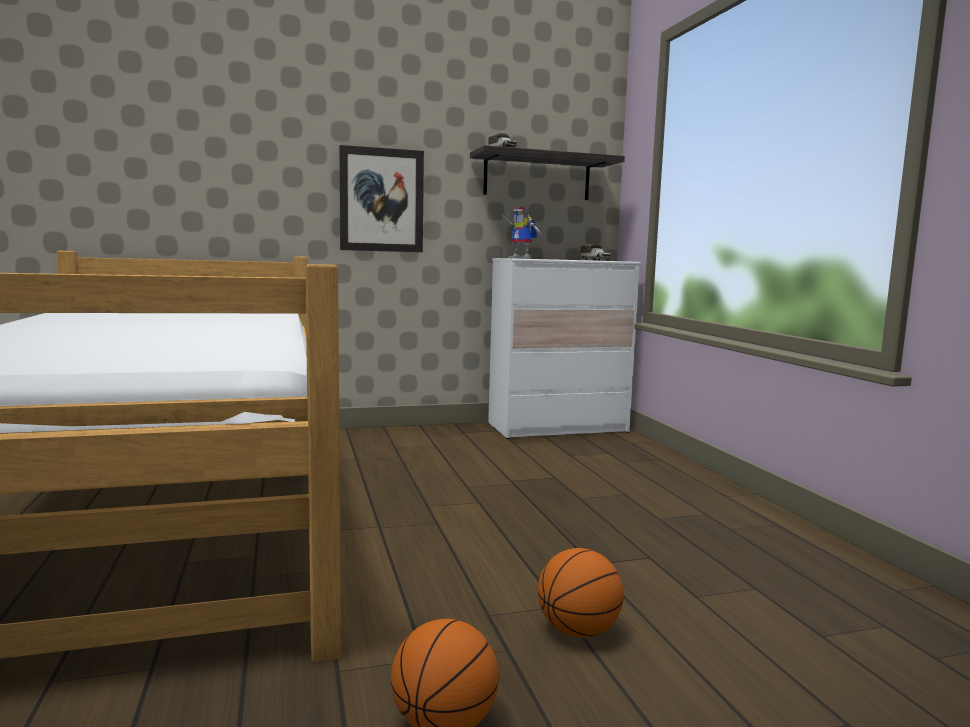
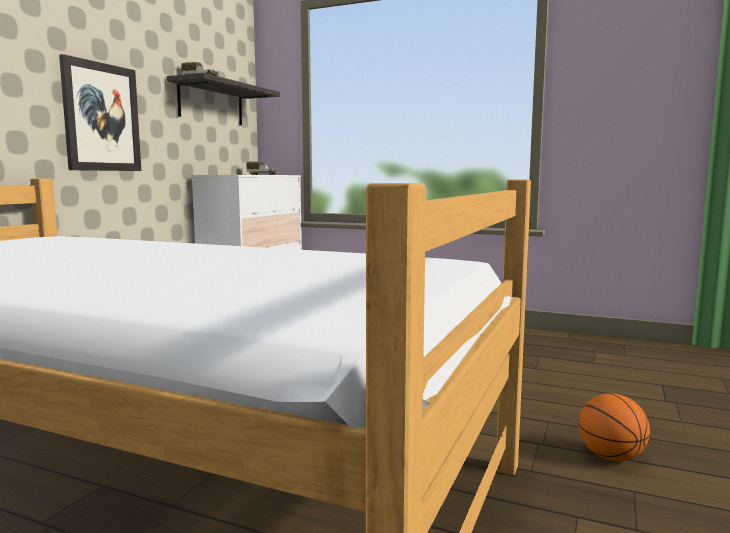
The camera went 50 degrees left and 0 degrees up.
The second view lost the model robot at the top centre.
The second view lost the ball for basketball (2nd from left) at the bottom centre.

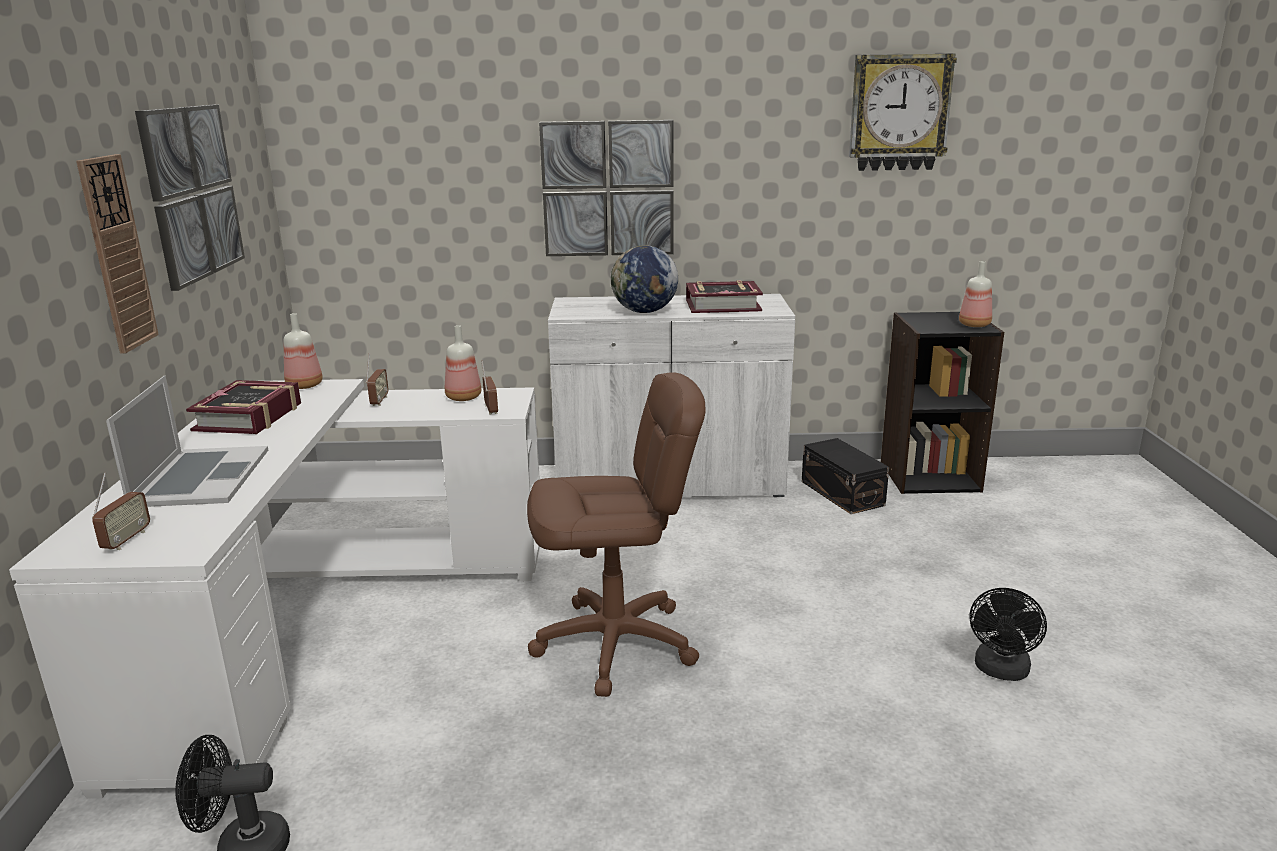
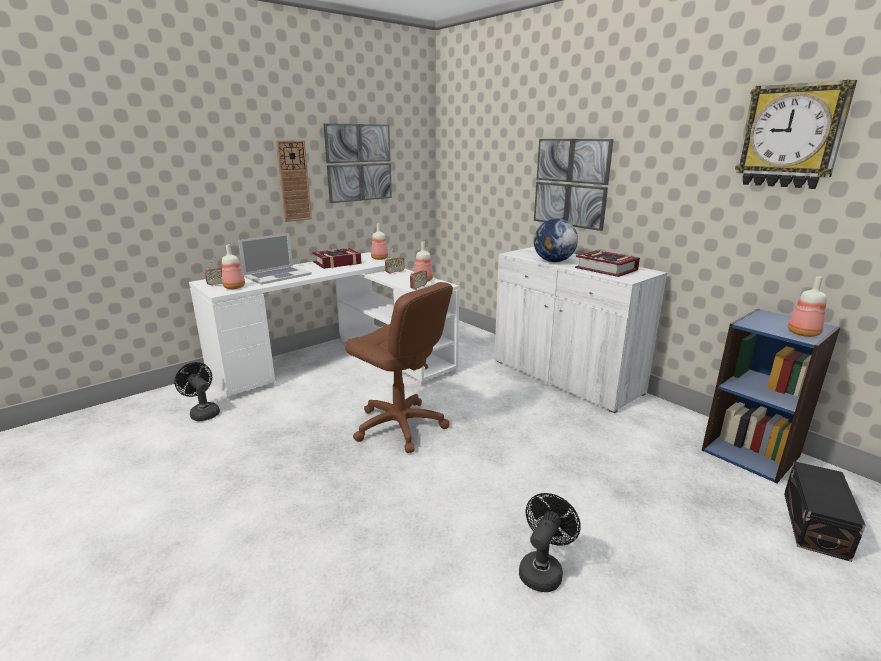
The camera went 50 degrees right and 0 degrees up.
The second view gained the beverage bottle (1st from left) at the middle left.
The storage box/black ended up elsewhere, having gone from the centre to the bottom right.
What was the bookcase/black at the middle right turned into the bookcase/blue at the middle right.
The cooling fan/black (2nd from left) at the bottom right ended up facing another way, 135 degrees clockwise from before.

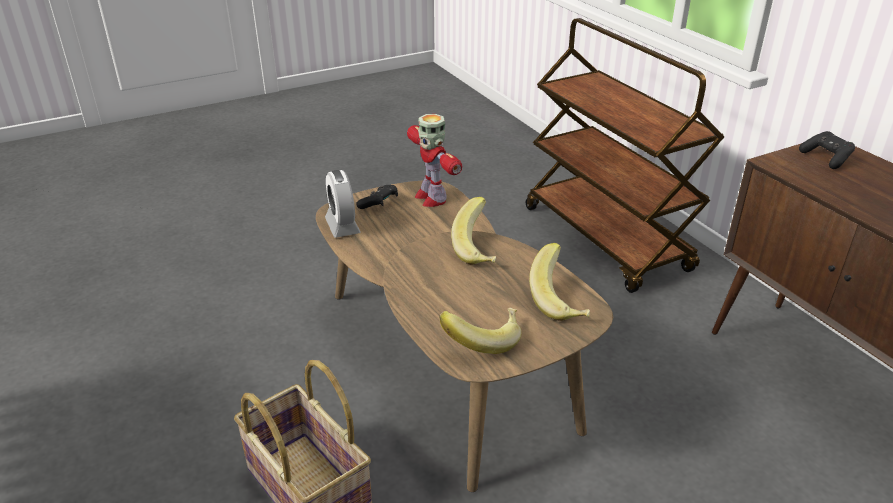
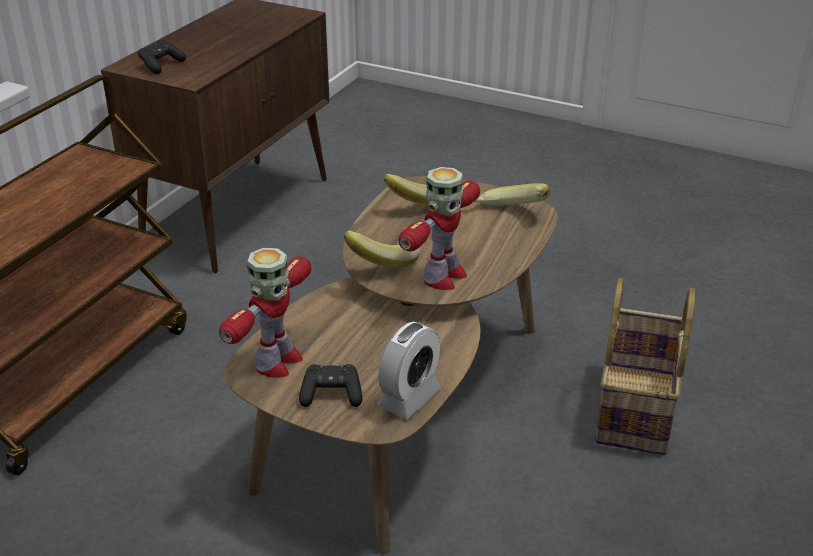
The camera went 125 degrees left and 0 degrees up.
The second view gained the model robot (2nd from left) at the centre.

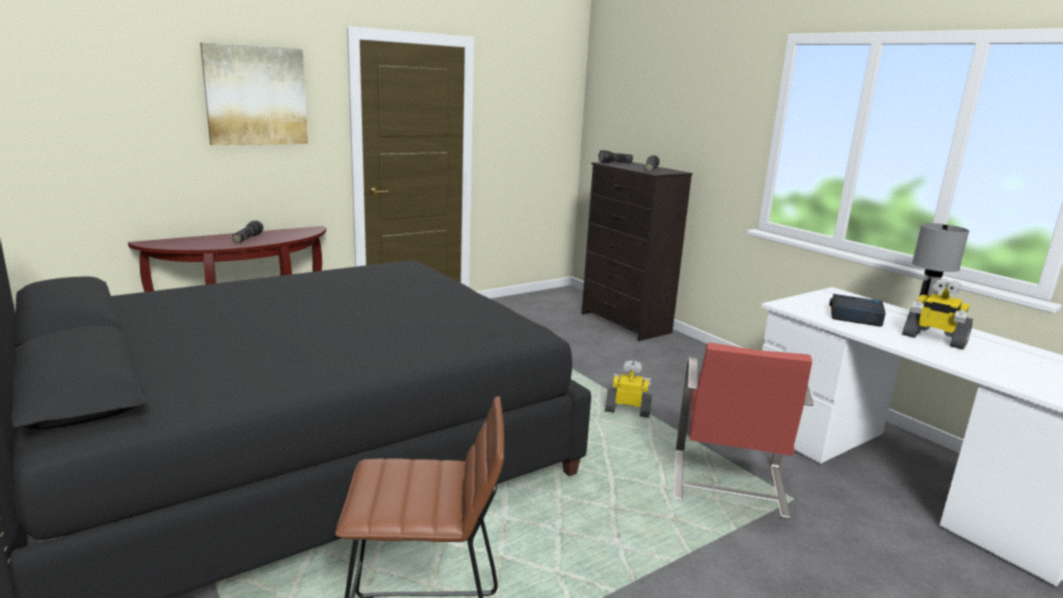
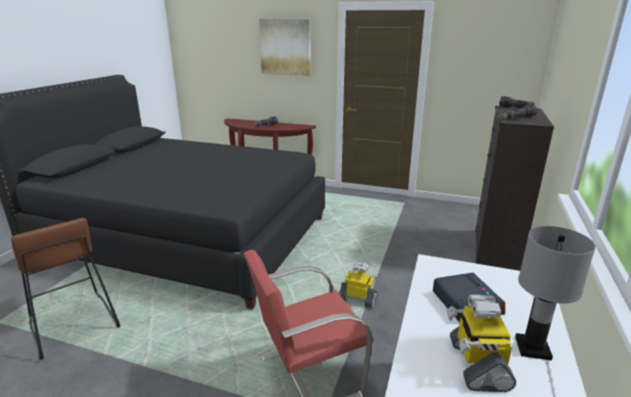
The camera went 55 degrees right and 5 degrees up.
The model robot (1st from left) at the centre ended up facing another way, 45 degrees counterclockwise from before.

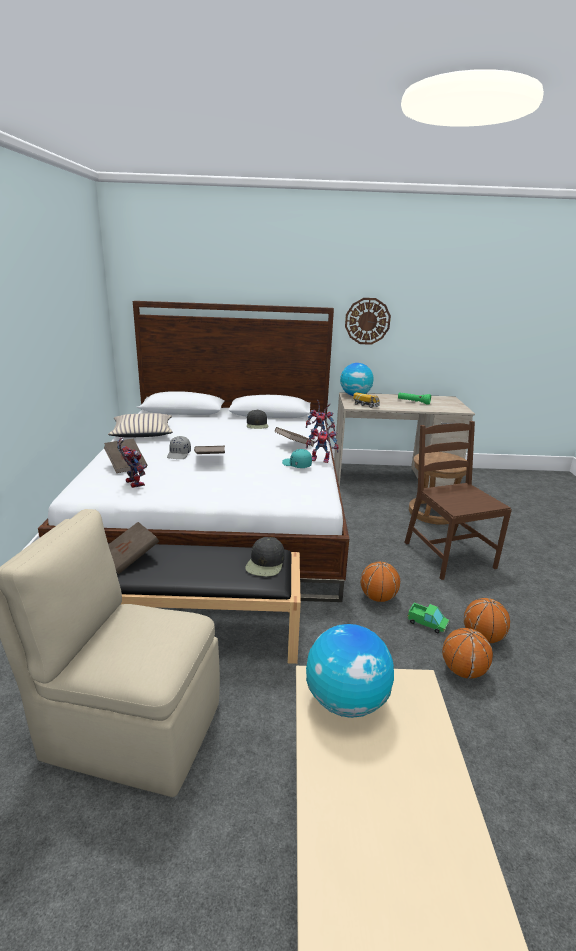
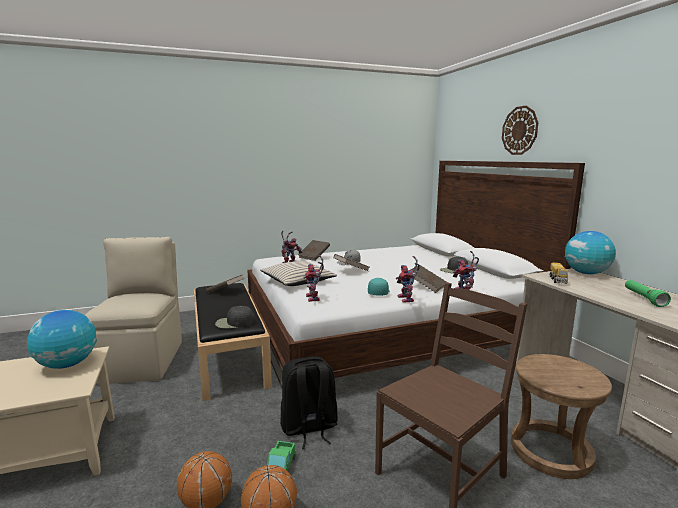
The camera went 70 degrees right and 10 degrees down.
The second view gained the model robot (2nd from left) at the centre.
The cushion/beige-coloured ended up elsewhere, having gone from the middle left to the centre.
The wall clock ended up elsewhere, having gone from the centre to the top right.
Where the ball for basketball (1st from left) stood at the centre, the backpack/black came to stand at the bottom centre.

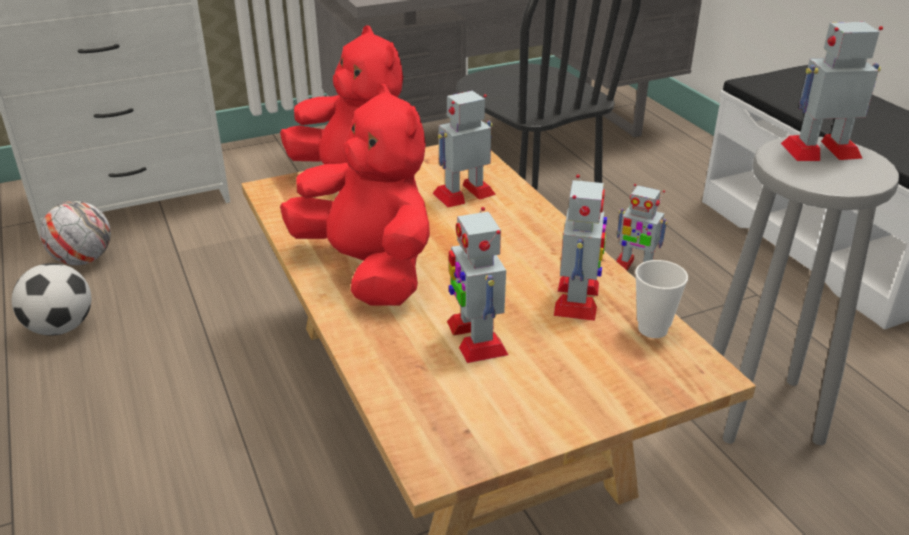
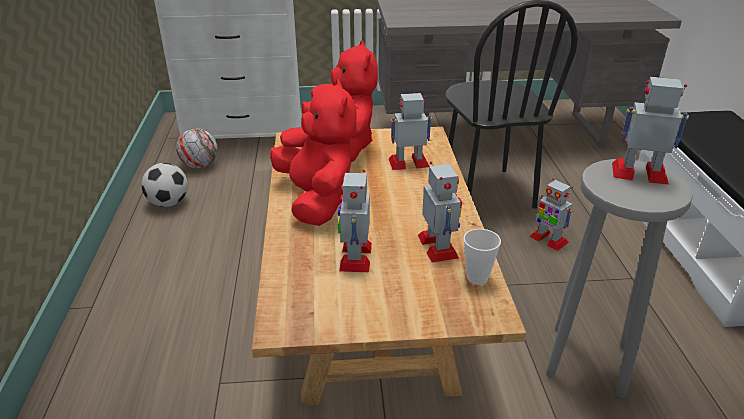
The camera went 20 degrees right and 0 degrees up.
The model robot (3rd from left) at the centre ended up facing another way, 45 degrees counterclockwise from before.

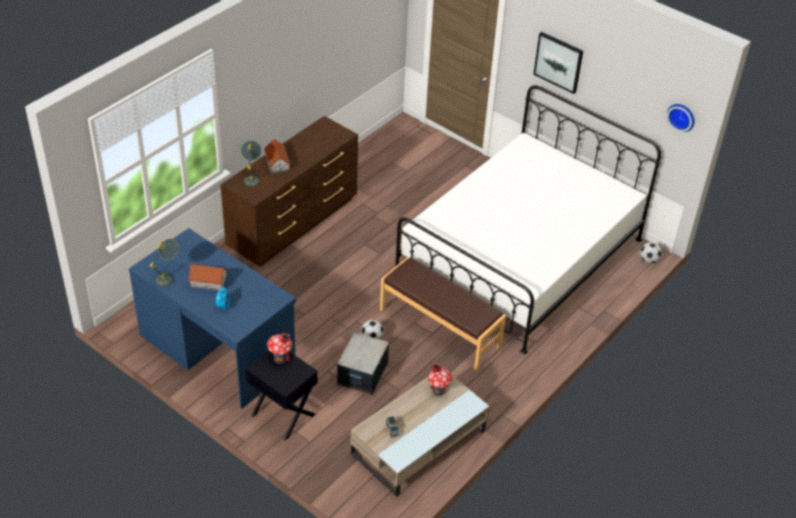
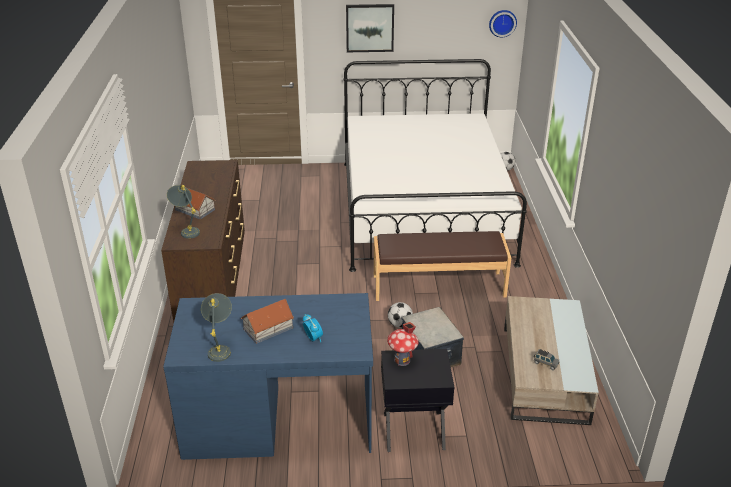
The camera went 40 degrees left and 10 degrees down.
The second view lost the toy house (4th from left) at the bottom centre.

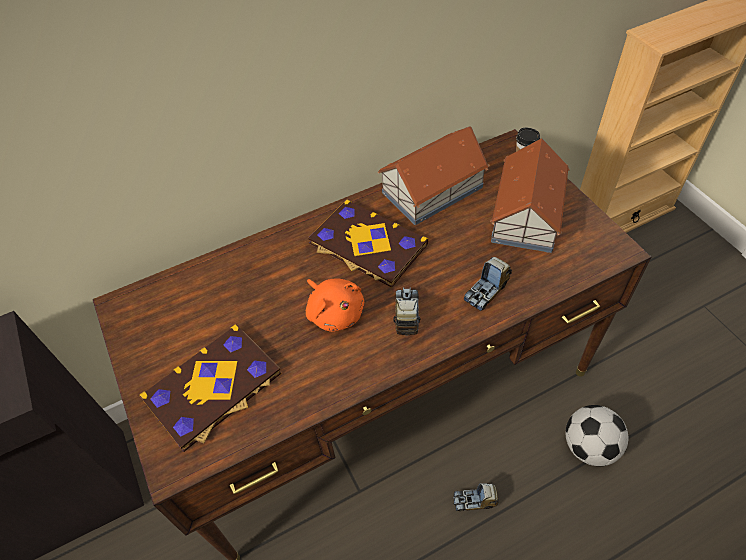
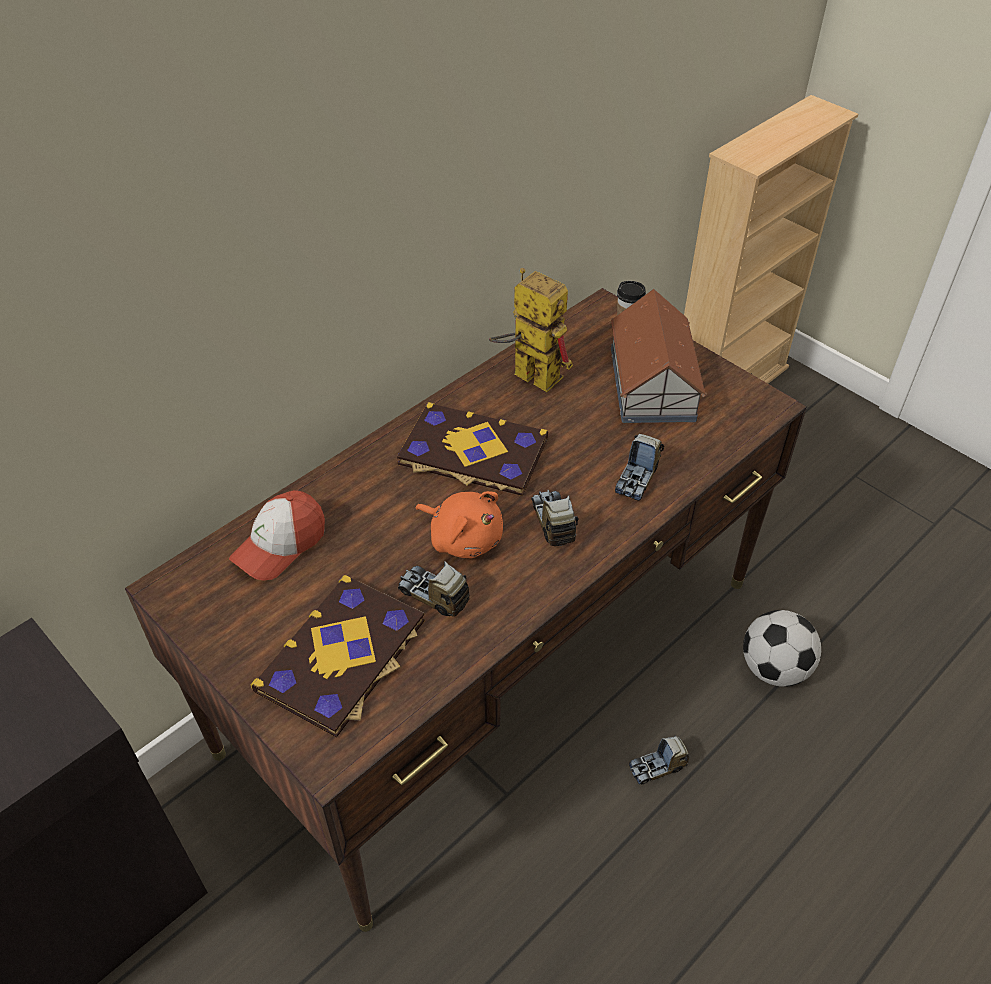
The camera went 20 degrees left and 5 degrees down.
The second view gained the baseball cap at the middle left.
The second view gained the model truck (1st from left) at the centre.
Where the toy house (1st from left) stood at the top centre, the model robot came to stand at the centre.

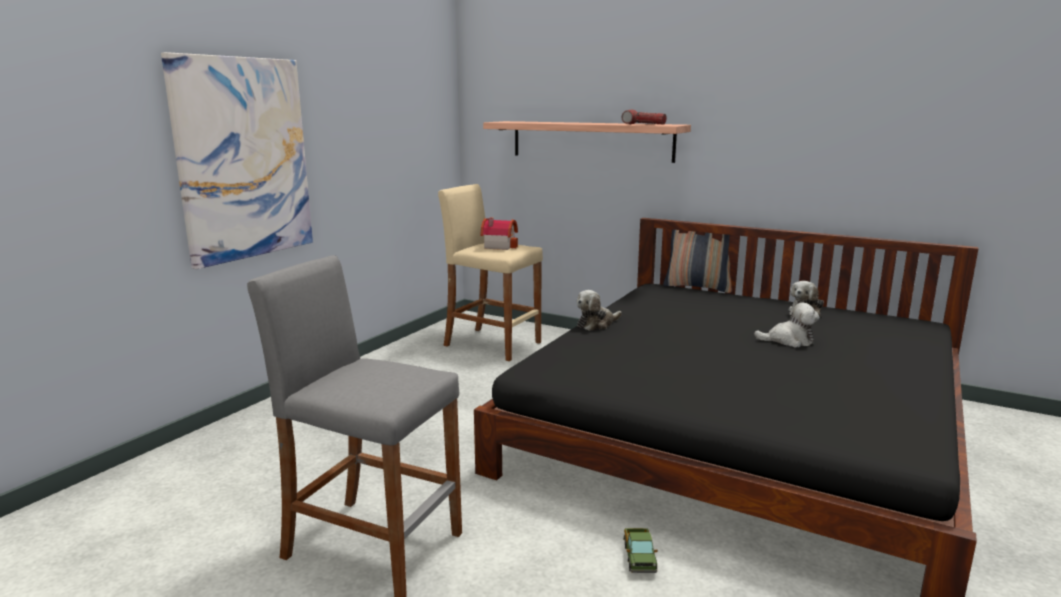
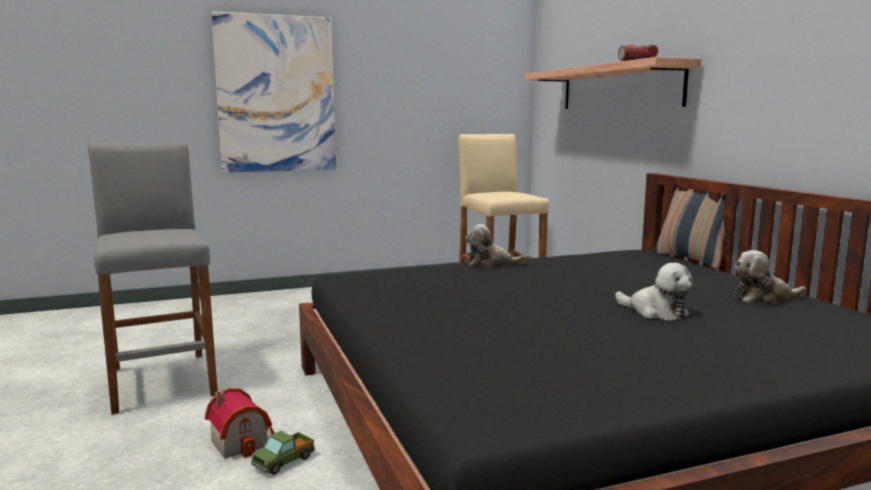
The camera went 40 degrees right and 5 degrees down.
The toy house ended up elsewhere, having gone from the centre to the bottom left.

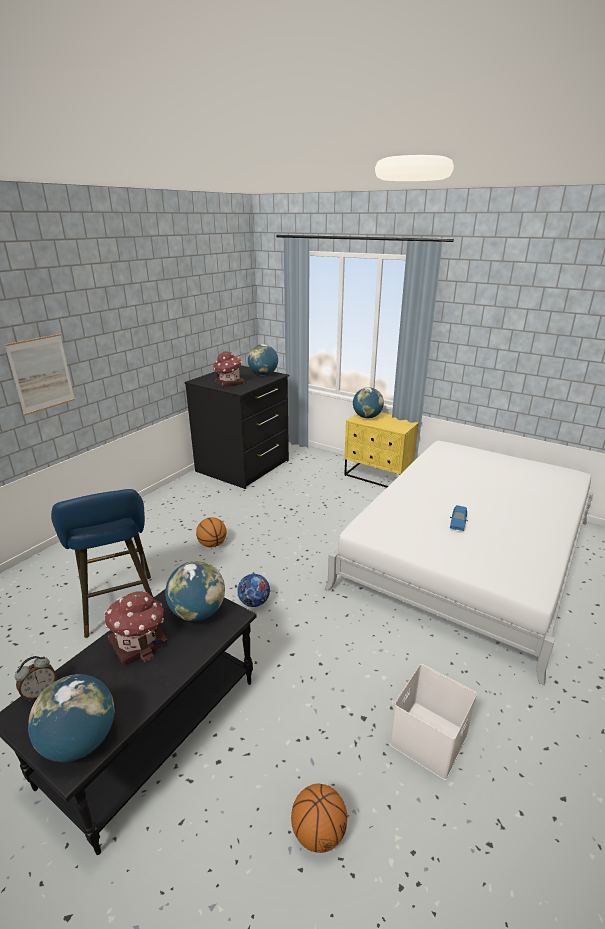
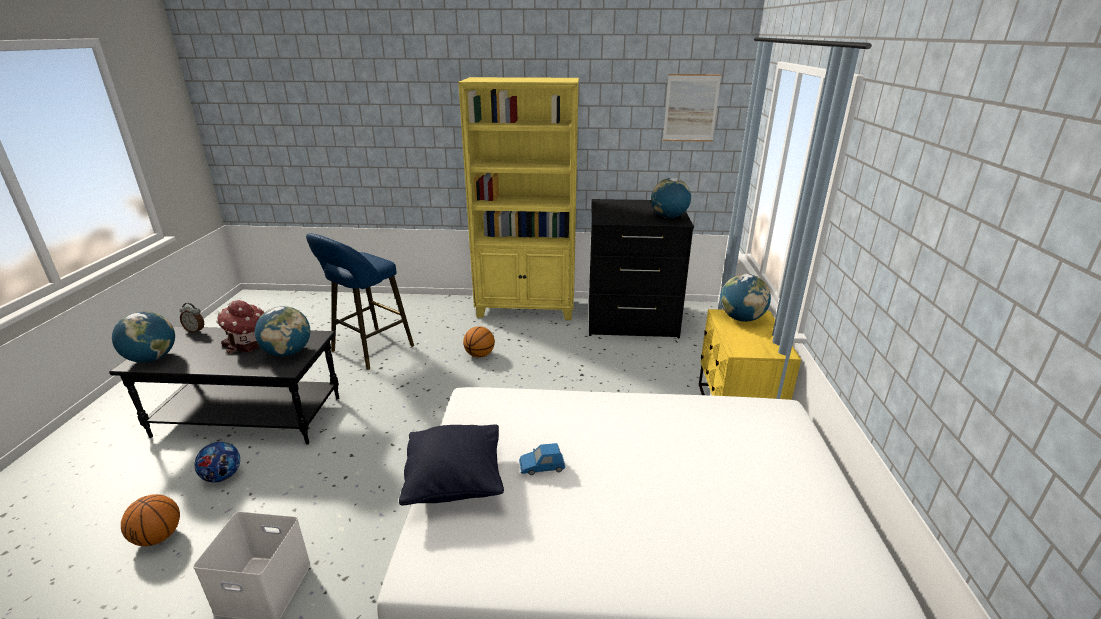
The camera went 60 degrees right and 0 degrees up.
The second view lost the toy house (2nd from left) at the centre.
The second view gained the cushion/black at the bottom centre.
The second view gained the bookcase/yellowish at the top centre.
The wall picture ended up elsewhere, having gone from the middle left to the top centre.
The ball for football ended up elsewhere, having gone from the centre to the bottom left.

